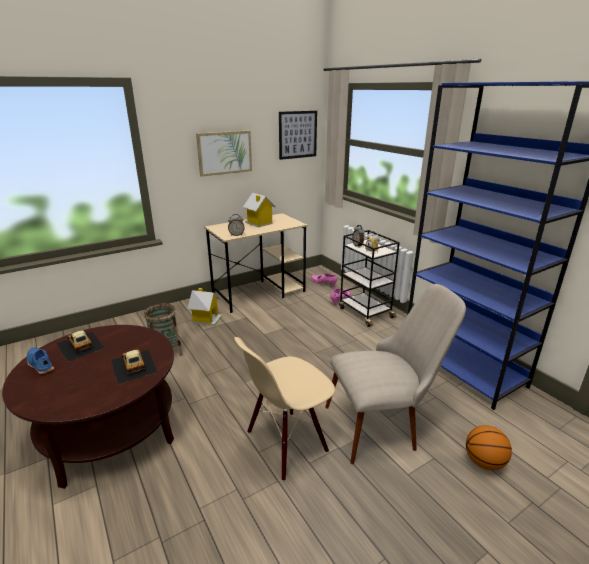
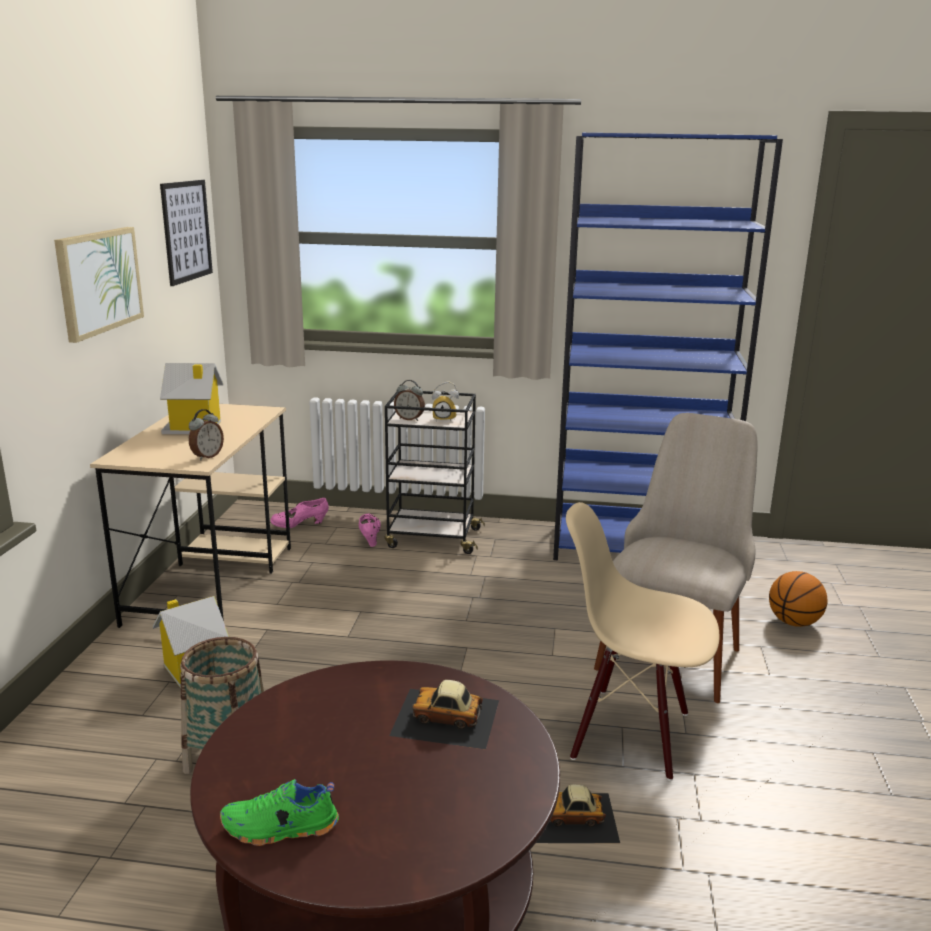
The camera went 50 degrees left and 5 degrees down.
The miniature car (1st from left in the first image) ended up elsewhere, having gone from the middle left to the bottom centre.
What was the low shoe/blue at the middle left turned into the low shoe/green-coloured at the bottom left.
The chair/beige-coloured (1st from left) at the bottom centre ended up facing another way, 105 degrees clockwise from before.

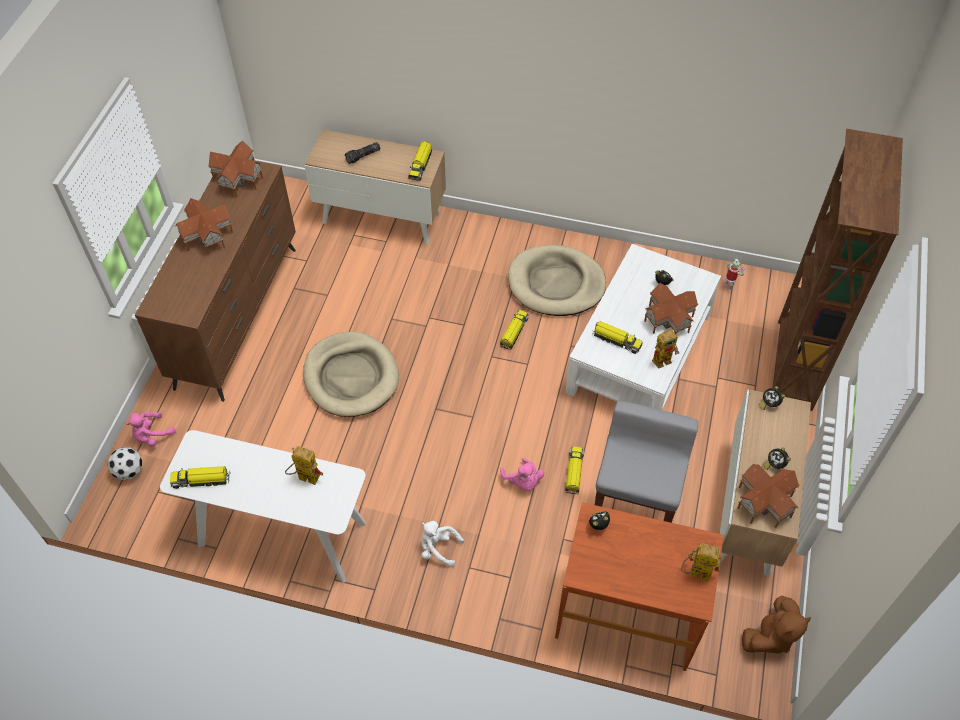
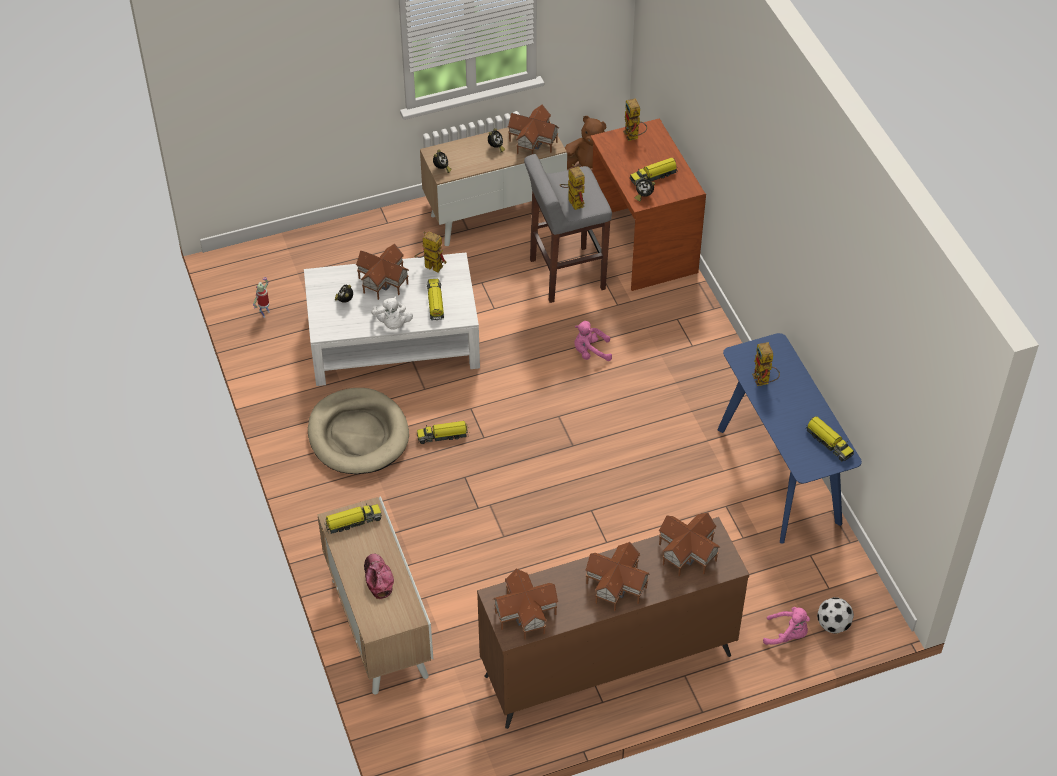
The camera went 125 degrees left and 5 degrees down.
The second view lost the dog cushion/beige-coloured (1st from left) at the centre.
The second view lost the bookcase/brown-coloured at the middle right.
The second view gained the model robot (3rd from left) at the top centre.
The second view gained the toy house (5th from left) at the bottom centre.
The cuddly toy/whitish ended up elsewhere, having gone from the bottom centre to the centre.
The model truck (4th from left) ended up elsewhere, having gone from the centre to the top centre.
Where the flashlight stood at the top centre, the baseball cap came to stand at the bottom centre.
What was the console table/whitish at the bottom left turned into the console table/blue at the middle right.
The cuddly toy/pink (2nd from left in the first image) at the centre ended up facing another way, 120 degrees counterclockwise from before.

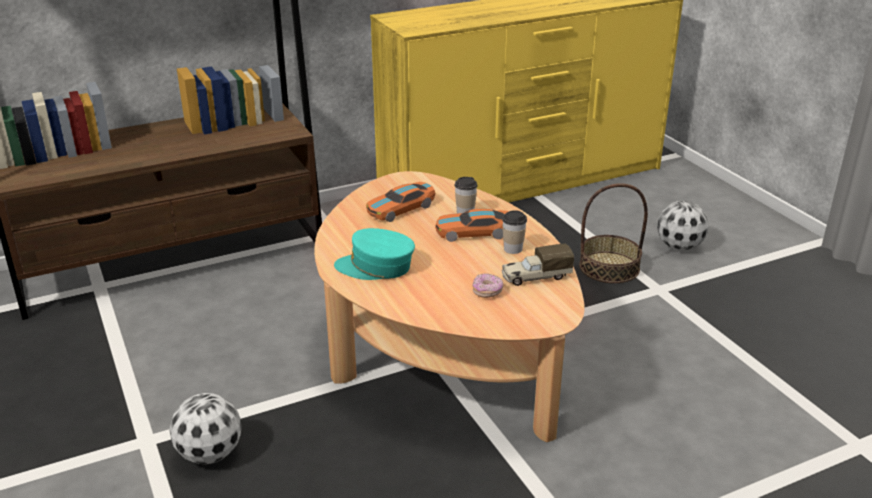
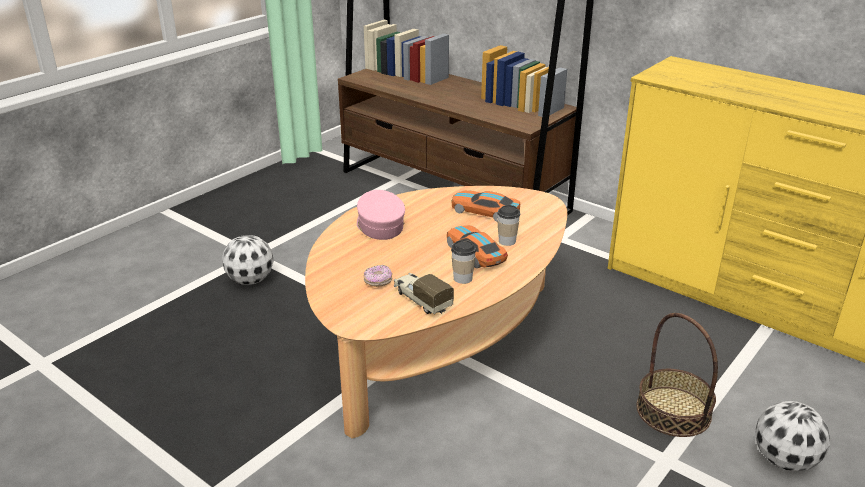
The camera went 65 degrees right and 0 degrees up.
What was the baseball cap/turquoise-coloured at the centre turned into the baseball cap/pink at the centre.

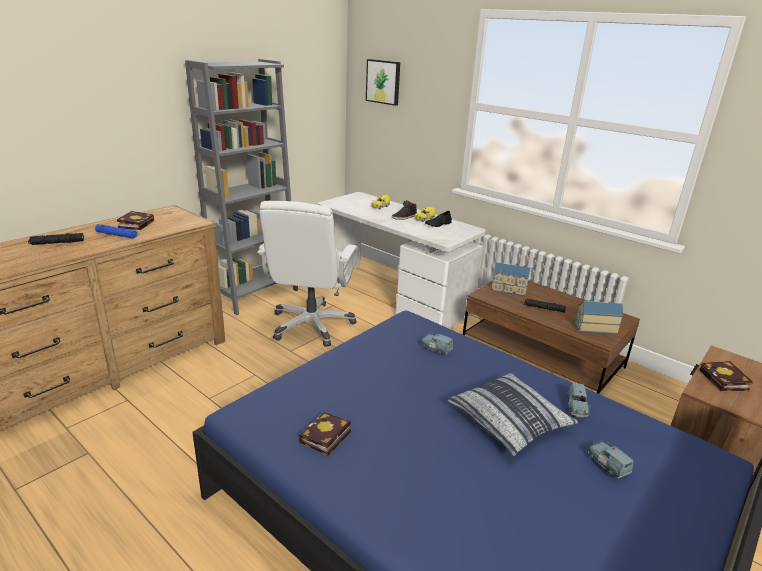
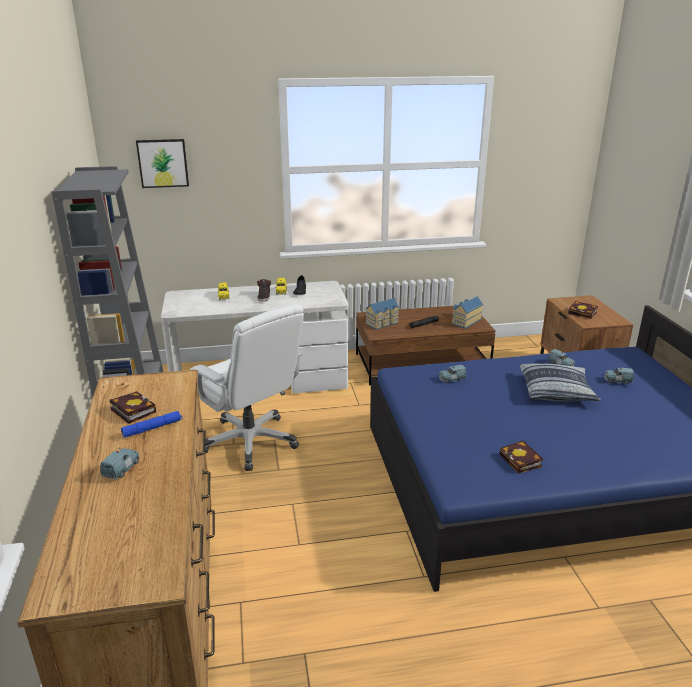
The camera went 50 degrees left and 0 degrees up.
Where the flashlight/black (1st from left) stood at the middle left, the miniature car/blue (1st from left) came to stand at the bottom left.

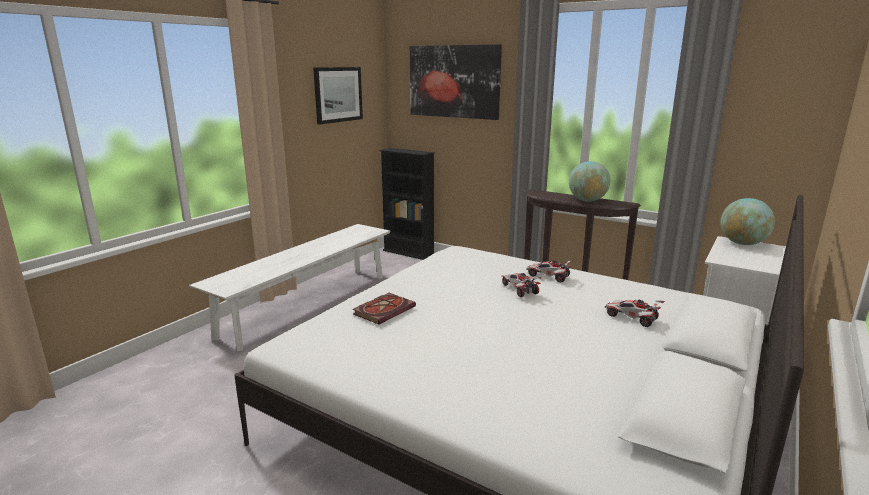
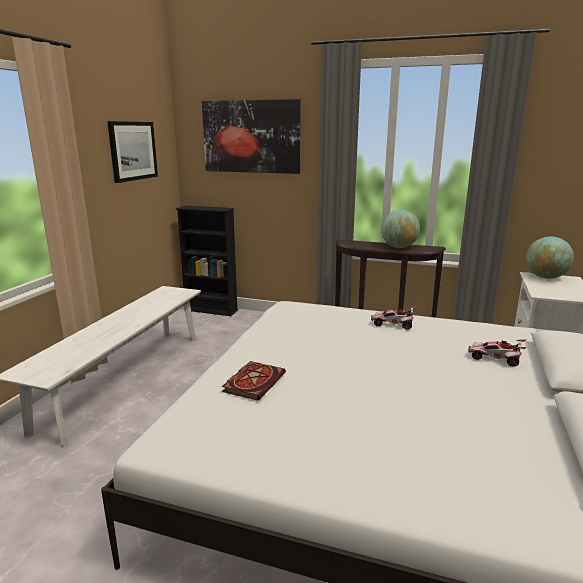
The camera went 15 degrees left and 0 degrees up.
The second view lost the miniature car (1st from left) at the centre.

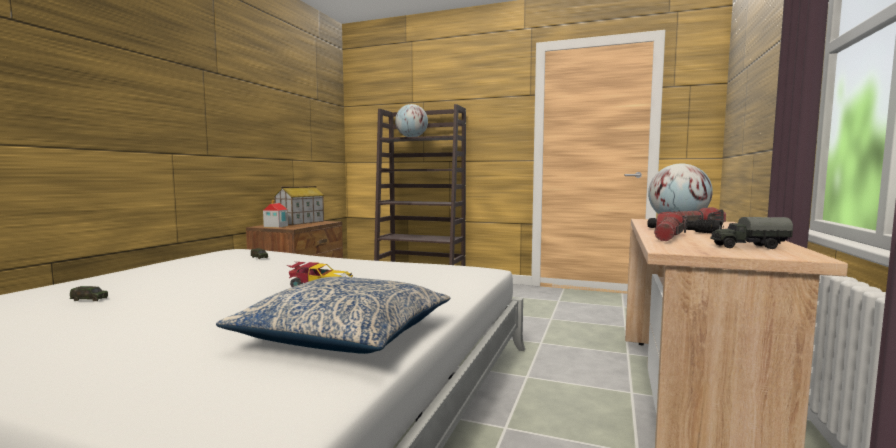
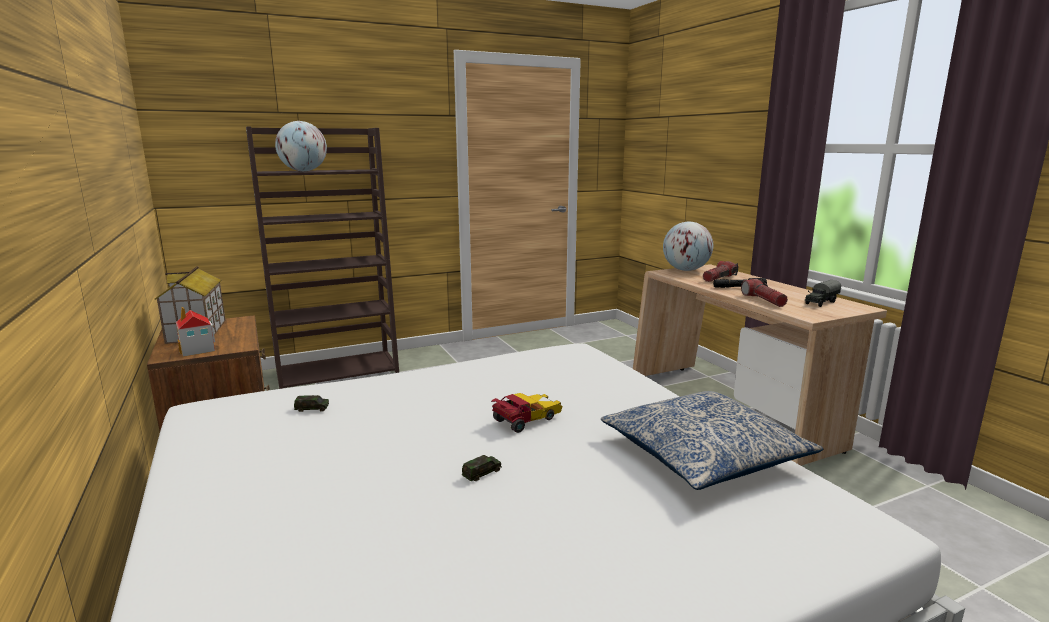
The camera went 45 degrees left and 10 degrees up.
The miniature car (1st from left in the first image) ended up elsewhere, having gone from the middle left to the bottom centre.

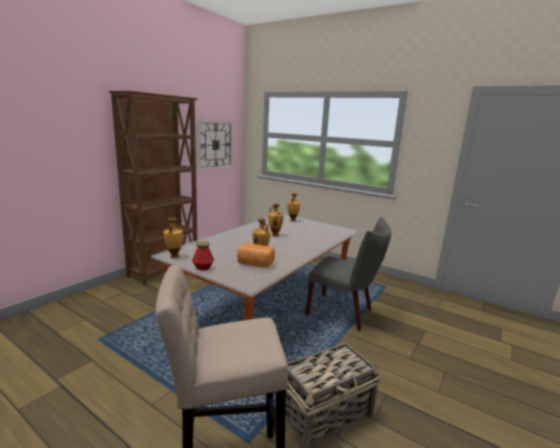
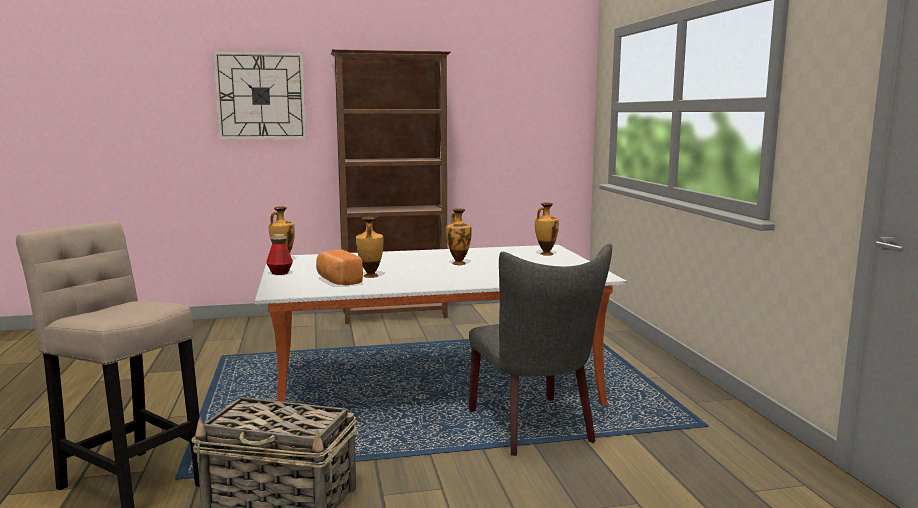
The camera went 45 degrees right and 5 degrees down.
The wall clock ended up elsewhere, having gone from the top centre to the top left.

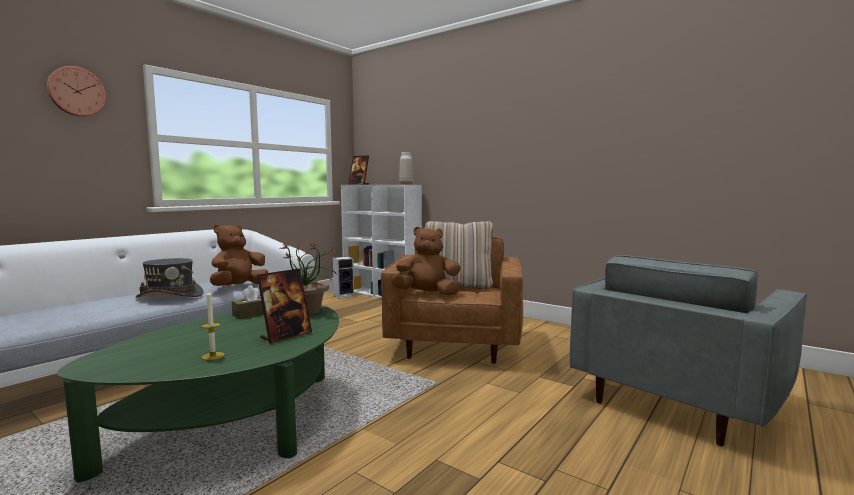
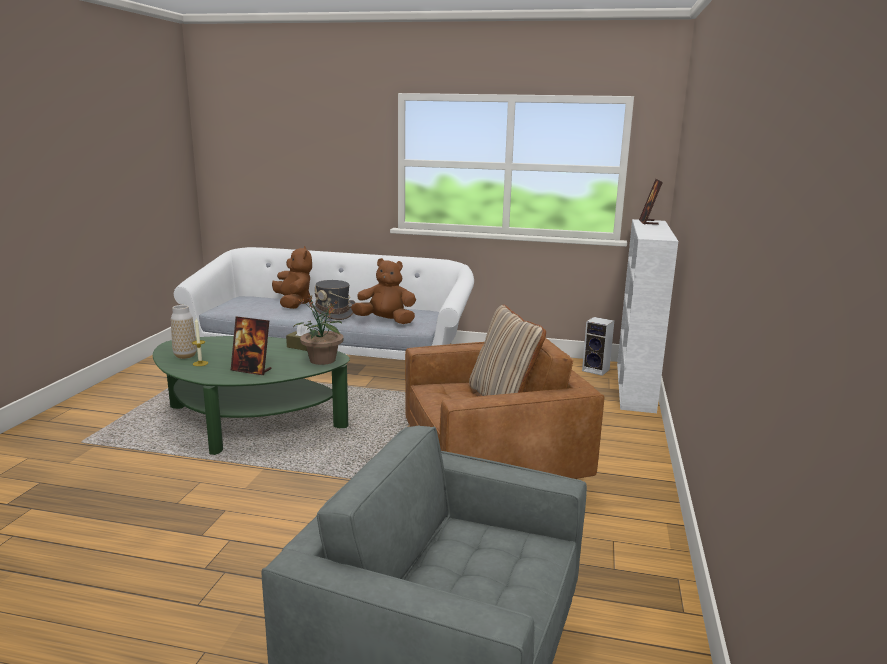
The camera went 65 degrees right and 10 degrees up.
The second view lost the wall clock at the top left.
The cuddly toy/brown-coloured (2nd from left in the first image) ended up elsewhere, having gone from the centre to the middle left.
The decorative vase ended up elsewhere, having gone from the centre to the middle left.

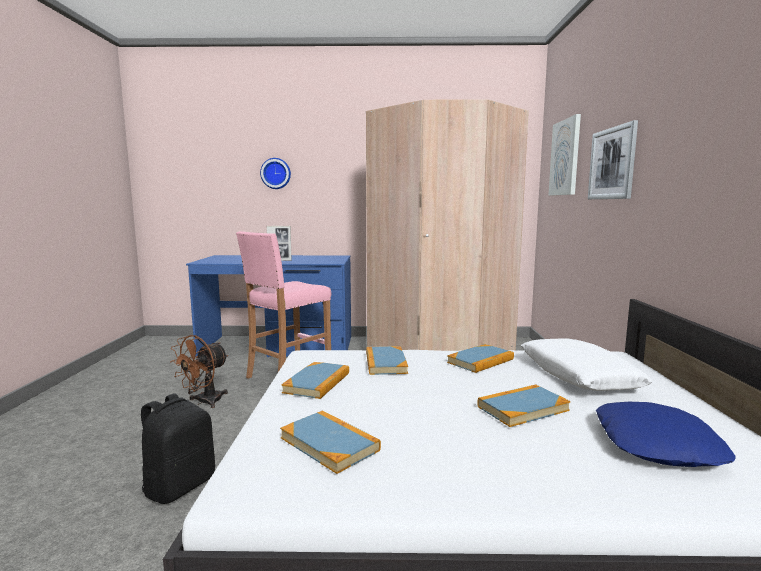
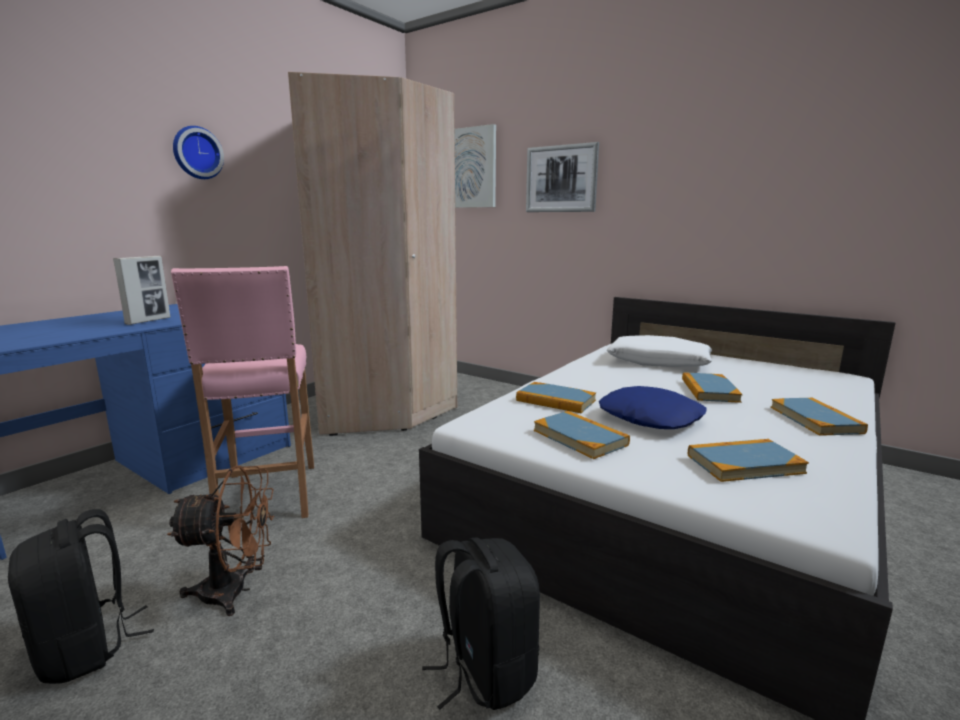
The camera went 55 degrees left and 5 degrees up.
The second view gained the backpack/black (1st from left) at the bottom left.
The wall clock ended up elsewhere, having gone from the top centre to the top left.
The book (4th from left in the first image) ended up elsewhere, having gone from the centre to the middle right.
The cushion/blue ended up elsewhere, having gone from the bottom right to the middle right.
The cooling fan/brown-coloured at the middle left ended up facing another way, 75 degrees counterclockwise from before.

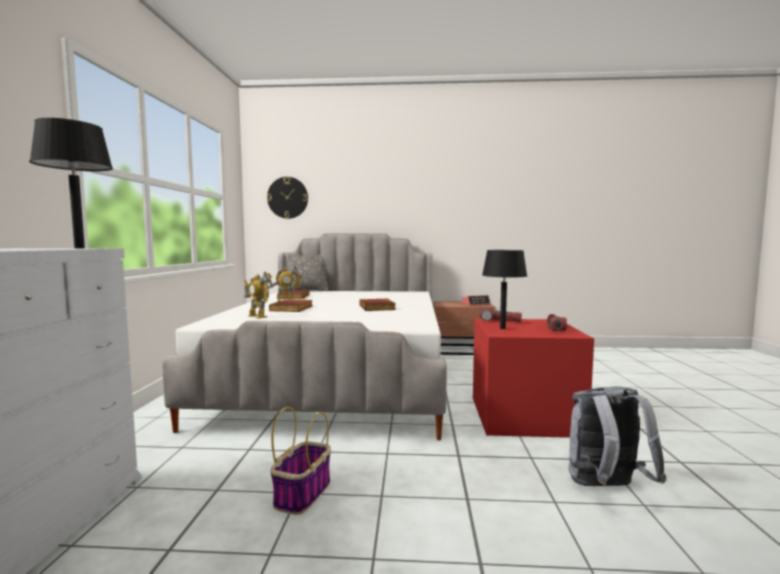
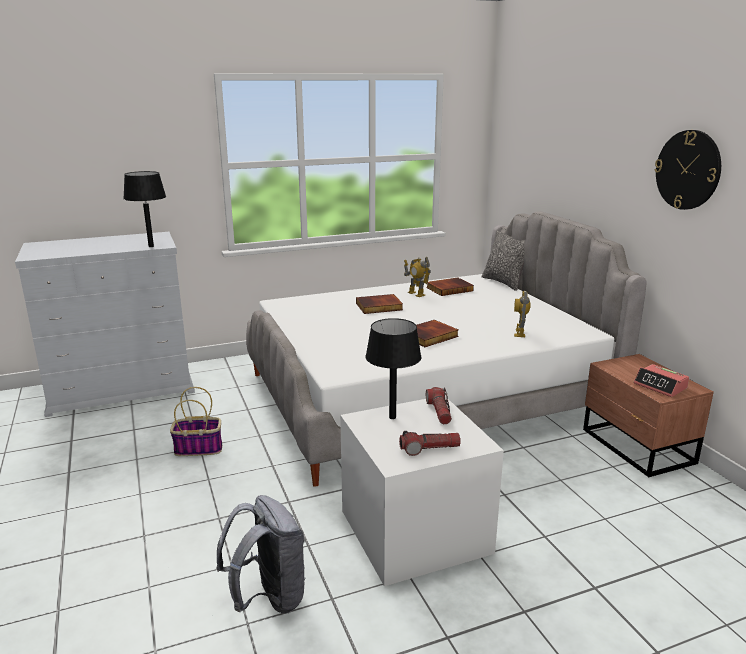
The camera went 65 degrees right and 15 degrees up.
The model robot (1st from left in the first image) ended up elsewhere, having gone from the middle left to the middle right.
The wall clock ended up elsewhere, having gone from the centre to the top right.
What was the storage box/red at the middle right turned into the storage box/whitish at the bottom centre.

